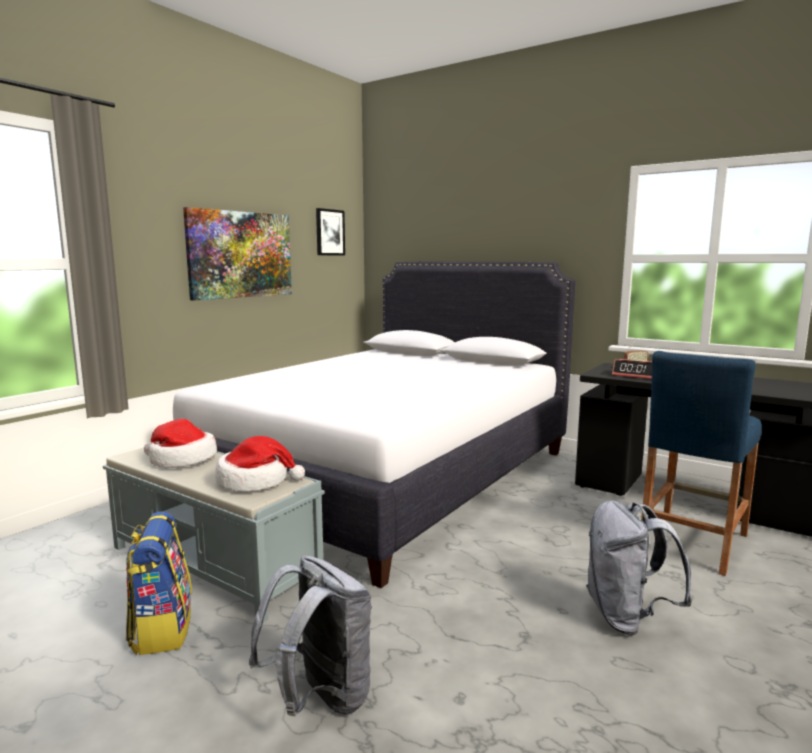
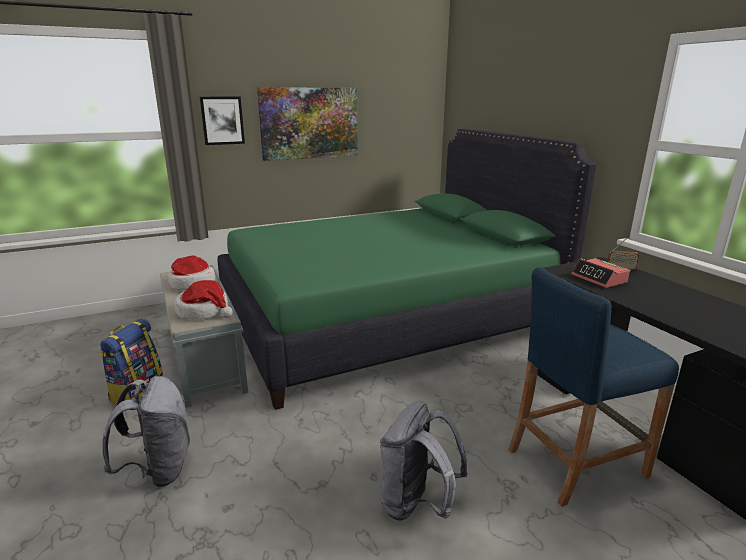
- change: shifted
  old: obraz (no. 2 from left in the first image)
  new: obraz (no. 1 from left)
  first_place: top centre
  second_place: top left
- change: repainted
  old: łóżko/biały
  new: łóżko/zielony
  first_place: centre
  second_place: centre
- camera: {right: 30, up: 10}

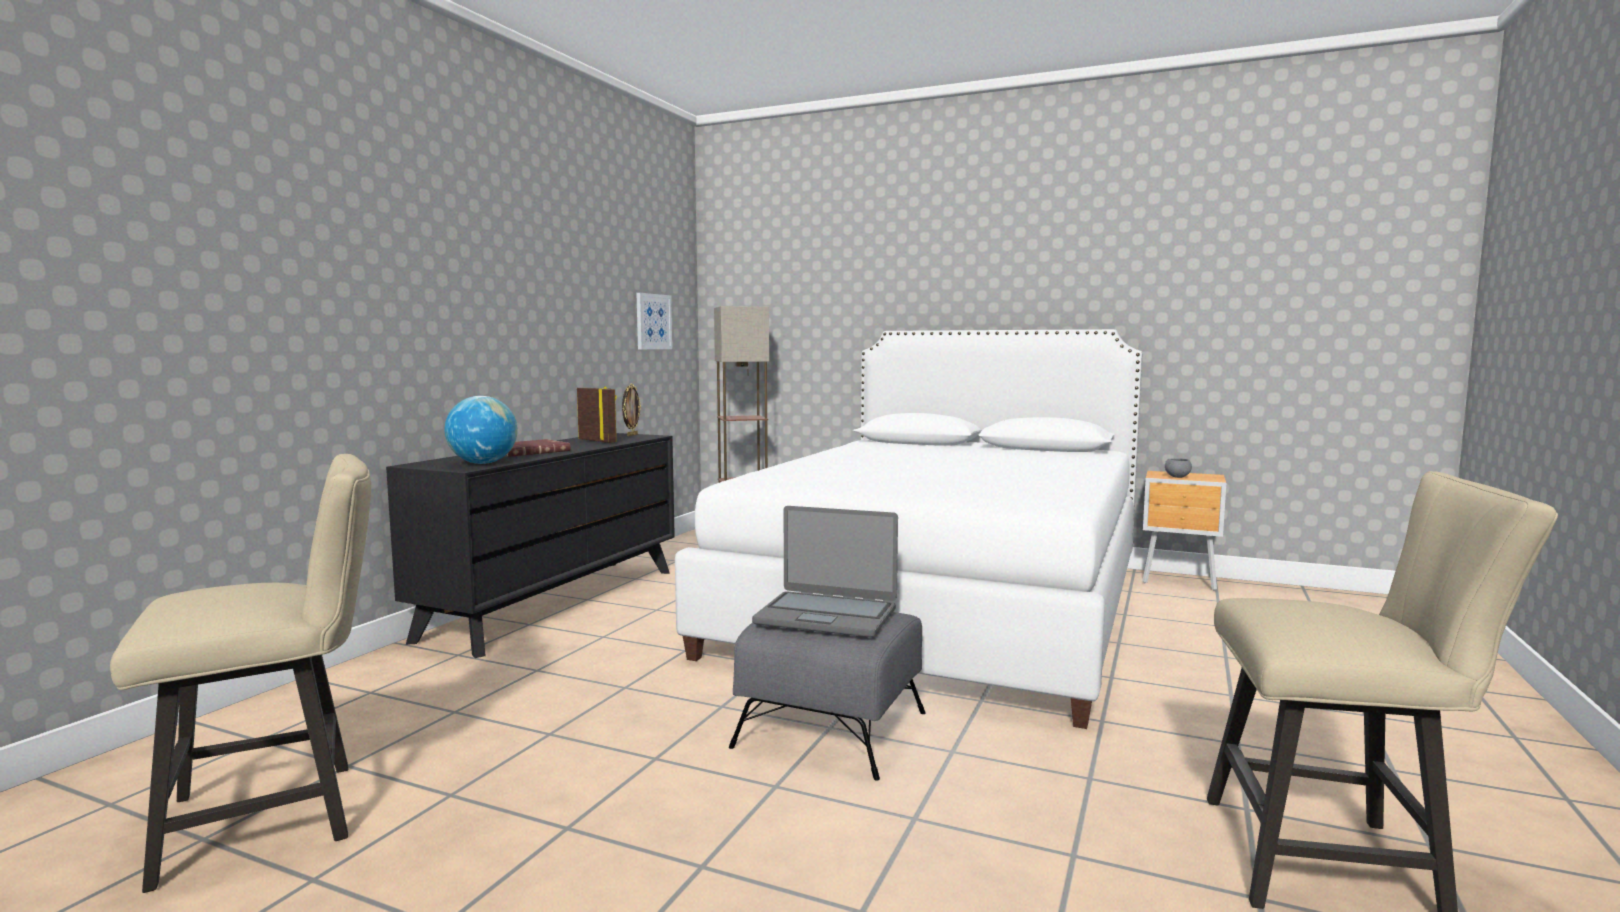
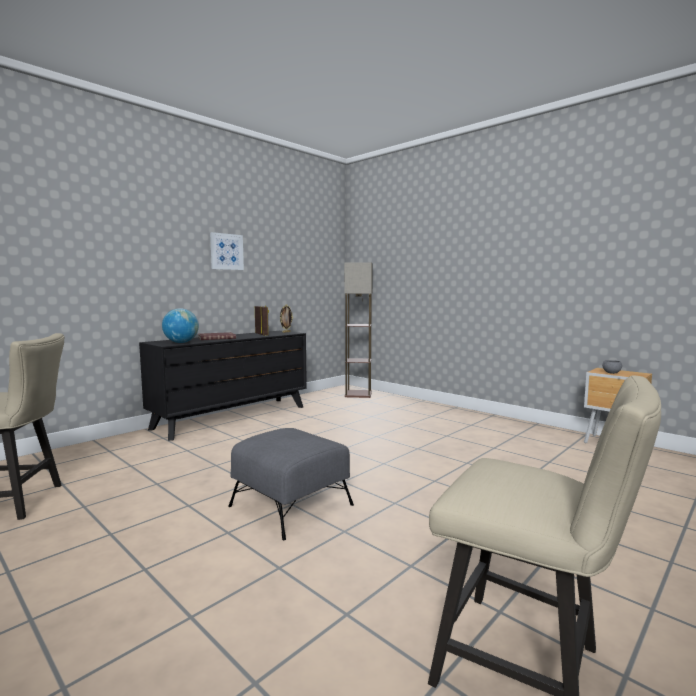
- change: shifted
  old: obraz
  first_place: centre
  second_place: middle left
- change: gone
  old: łóżko/biały
  first_place: centre
- change: gone
  old: laptop
  first_place: centre
- camera: {right: 20, up: 0}

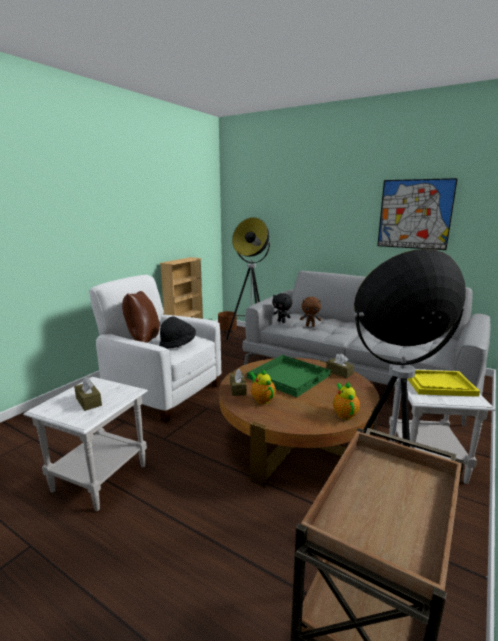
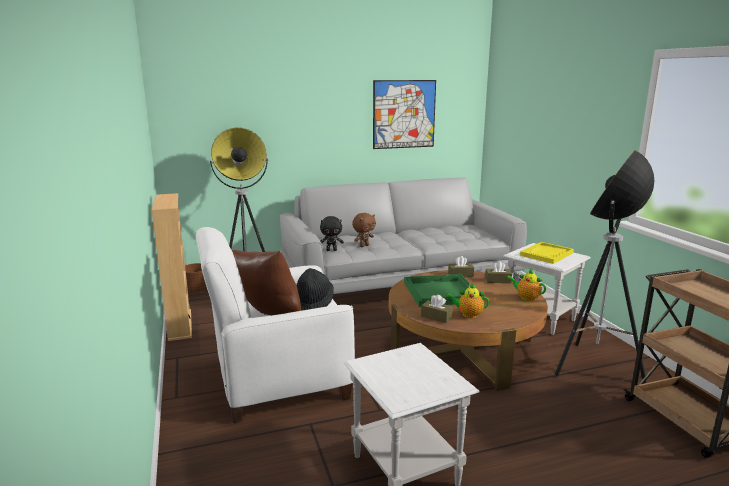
- change: shifted
  old: pudełko chusteczek/brązowy (no. 1 from left in the first image)
  new: pudełko chusteczek/brązowy (no. 3 from left)
  first_place: middle left
  second_place: middle right
- camera: {right: -50, up: 0}

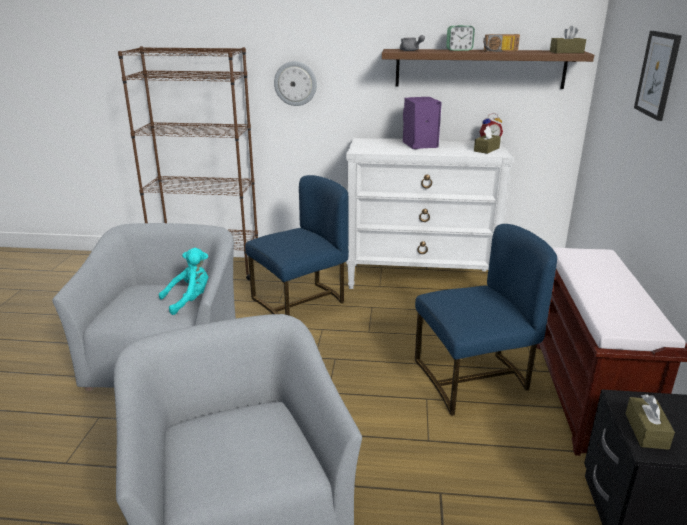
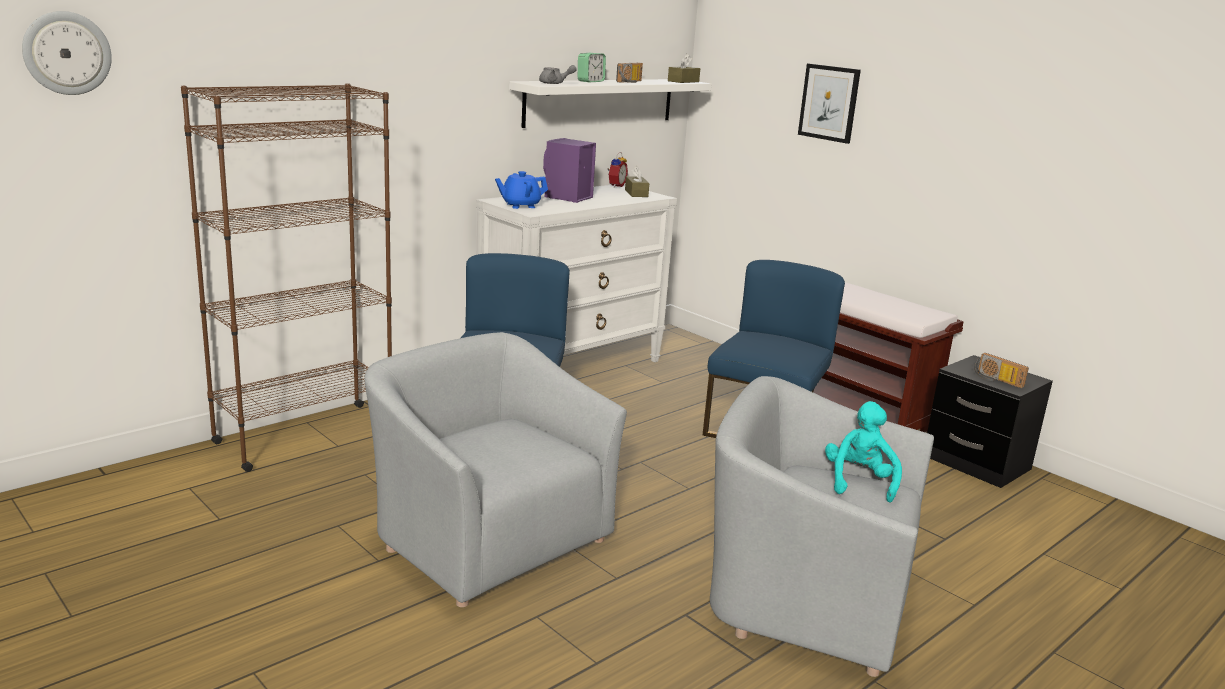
- change: shifted
  old: zegar ścienny
  first_place: top centre
  second_place: top left
- change: new
  new: imbryk/niebieski
  second_place: top centre
- change: repainted
  old: półka/brązowy
  new: półka/biały
  first_place: top right
  second_place: top centre
- change: shifted
  old: pluszak/turkusowy
  first_place: middle left
  second_place: middle right
- change: swapped
  old: pudełko chusteczek/brązowy (no. 3 from left)
  new: radio (no. 2 from left)
  first_place: bottom right
  second_place: middle right
- camera: {right: -50, up: -5}

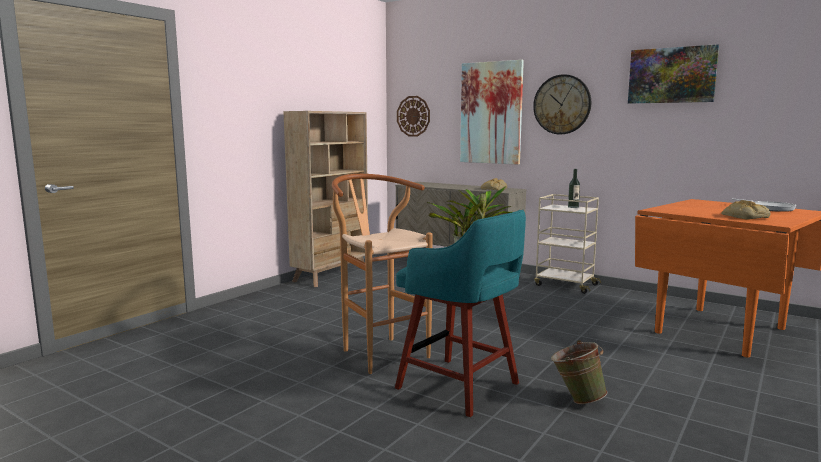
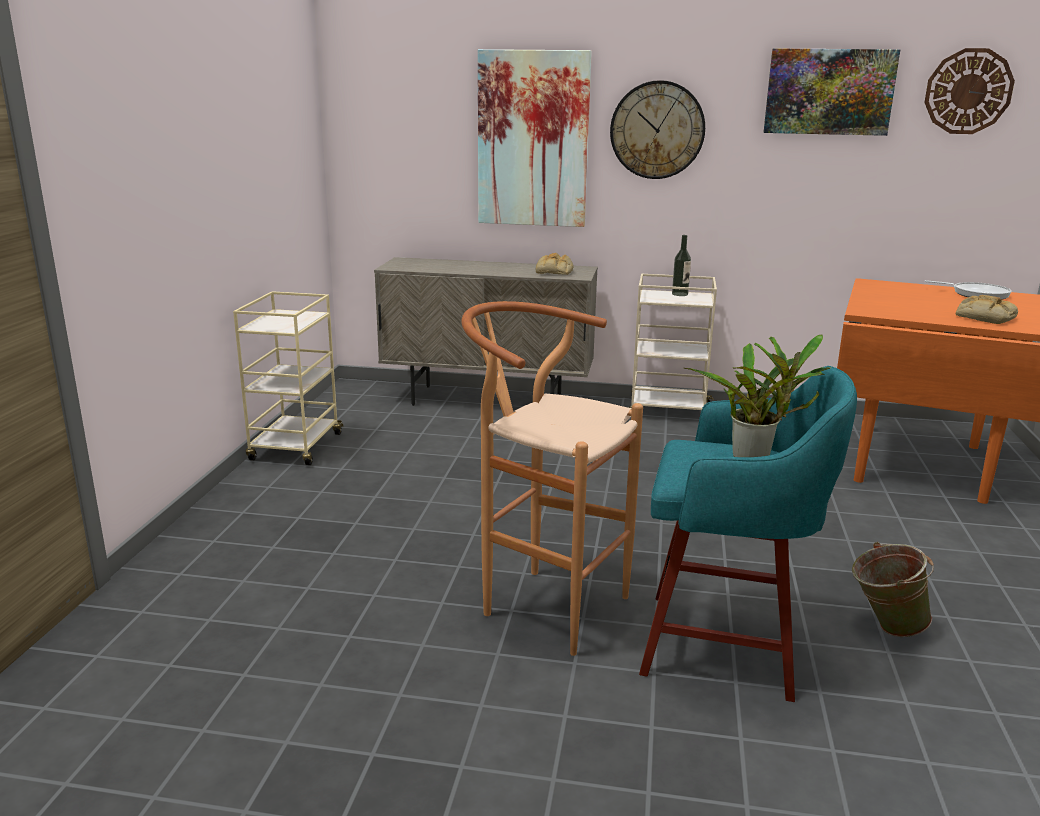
- change: swapped
  old: regał/beżowy
  new: wózek/beżowy (no. 1 from left)
  first_place: centre
  second_place: middle left
- change: shifted
  old: zegar ścienny (no. 1 from left in the first image)
  new: zegar ścienny (no. 2 from left)
  first_place: top centre
  second_place: top right
- camera: {right: -25, up: 10}

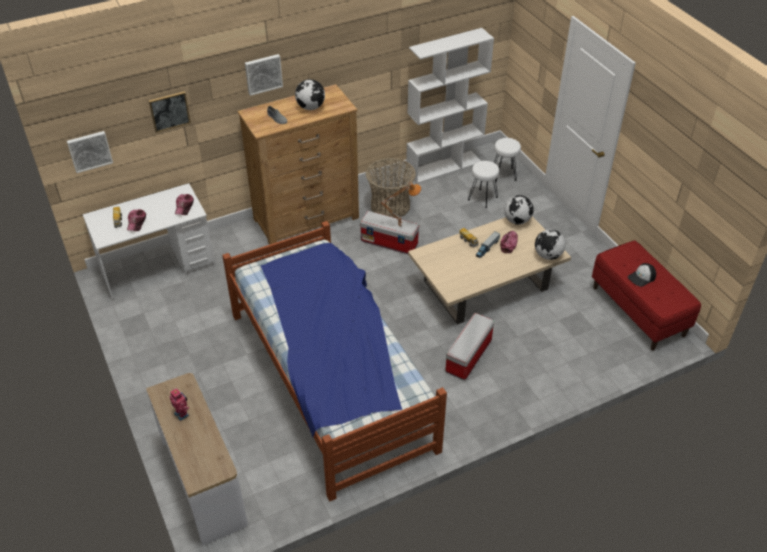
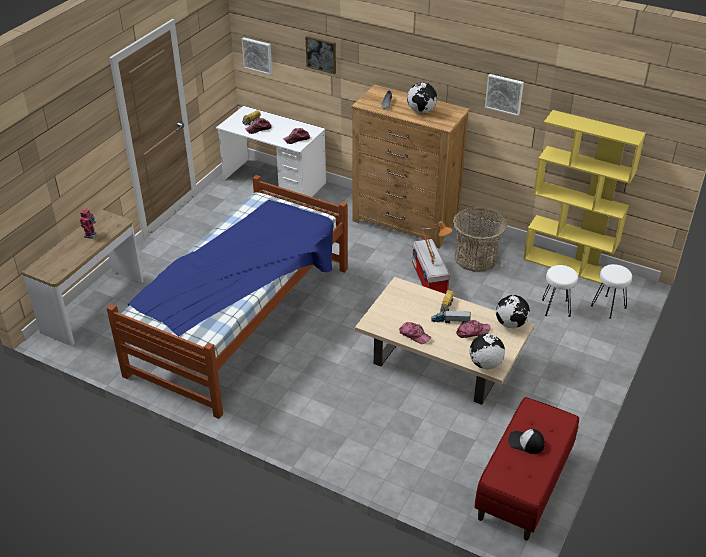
- change: new
  new: czapka z daszkiem (no. 3 from left)
  second_place: centre
- change: shifted
  old: obraz (no. 3 from left)
  first_place: top centre
  second_place: top right
- change: repainted
  old: regał/biały
  new: regał/żółty
  first_place: top centre
  second_place: middle right
- change: gone
  old: pojemnik do przechowywania (no. 2 from left)
  first_place: centre
- camera: {right: 55, up: -5}

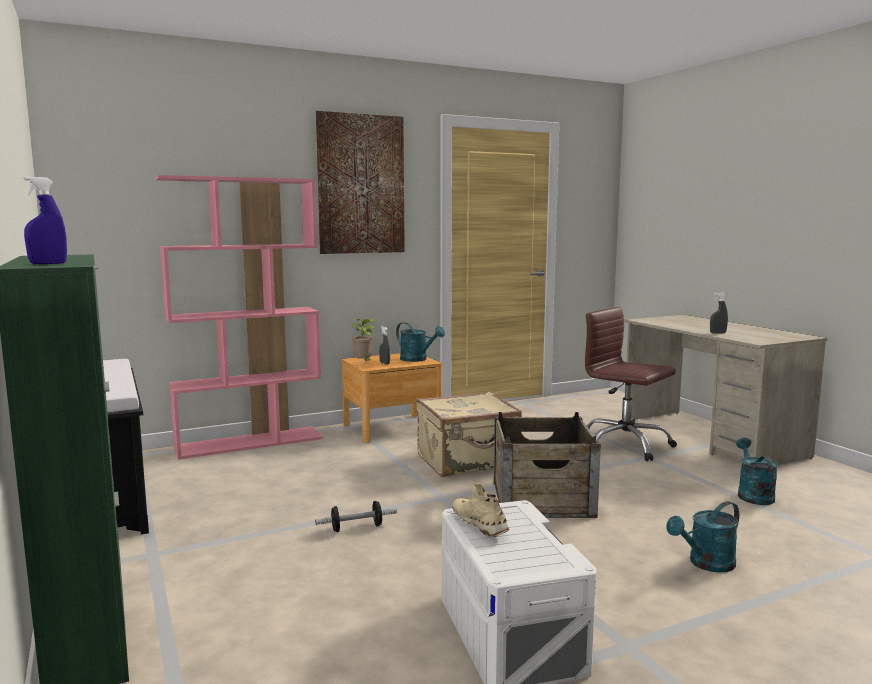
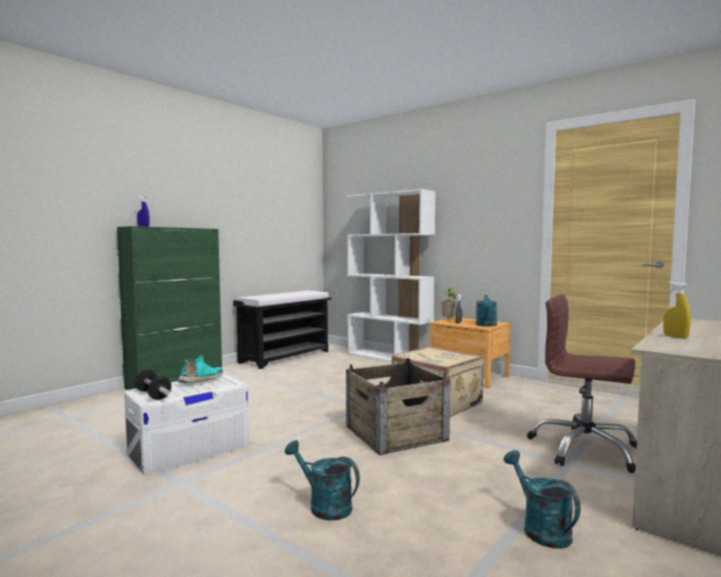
- change: shifted
  old: hantel
  first_place: bottom centre
  second_place: bottom left
- change: repainted
  old: but/beżowy
  new: but/turkusowy
  first_place: bottom centre
  second_place: middle left
- change: repainted
  old: regał/różowy
  new: regał/biały
  first_place: middle left
  second_place: centre
- change: rotated
  old: konewka/turkusowy (no. 3 from left)
  first_place: bottom right
  second_place: bottom right
  degrees: -90
- change: rotated
  old: krzesło biurowe/brązowy
  first_place: middle right
  second_place: middle right
  degrees: -75
- change: repainted
  old: spryskiwacz/szary (no. 2 from left)
  new: spryskiwacz/żółty
  first_place: middle right
  second_place: middle right
- change: gone
  old: obraz
  first_place: top centre
- camera: {right: 65, up: -5}

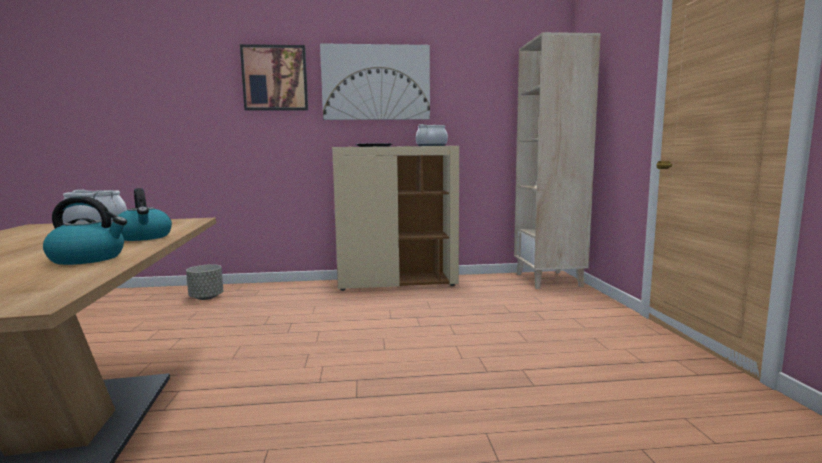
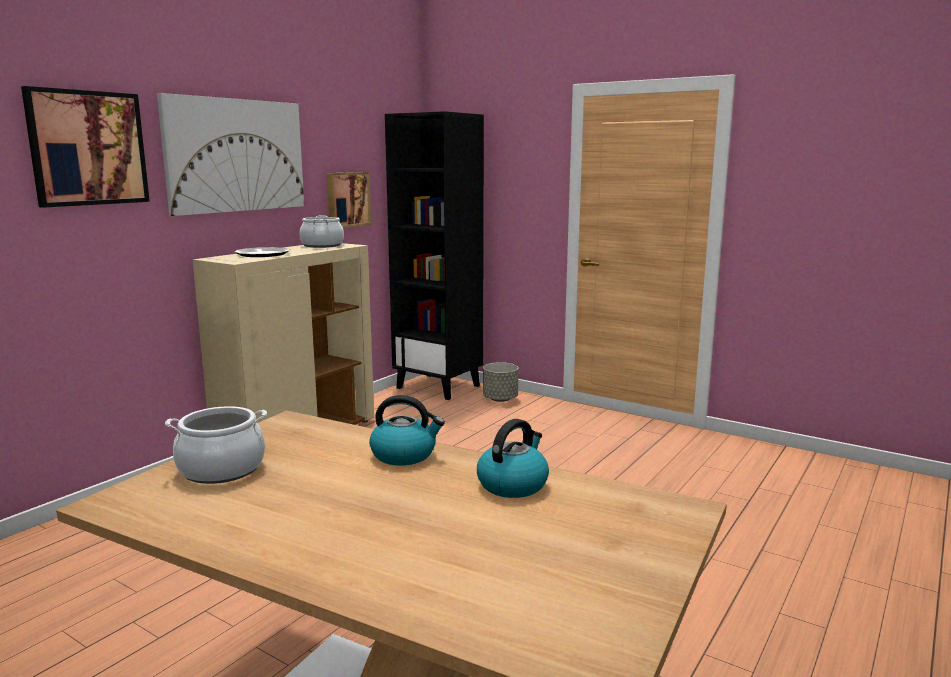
- change: new
  new: obraz (no. 3 from left)
  second_place: top centre
- change: repainted
  old: regał/beżowy
  new: regał/czarny
  first_place: middle right
  second_place: centre
- change: shifted
  old: donica/szary
  first_place: middle left
  second_place: centre
- camera: {right: -50, up: 5}

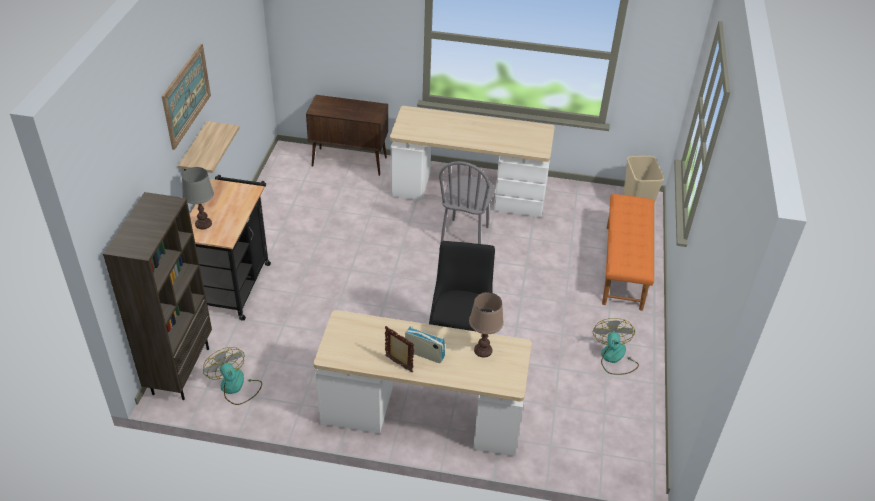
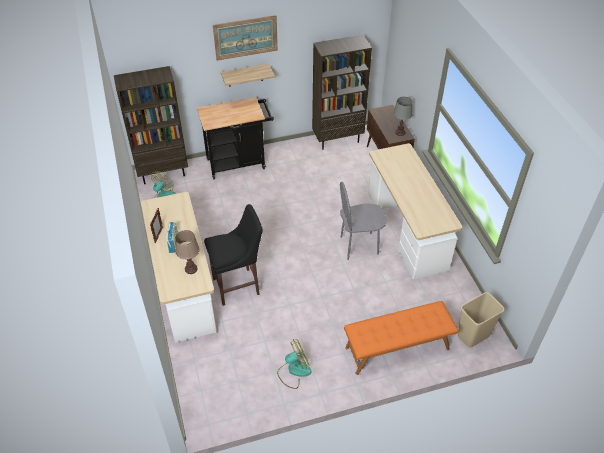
- change: new
  new: regał/brązowy (no. 2 from left)
  second_place: top centre
- change: shifted
  old: lampa stołowa/szary
  first_place: middle left
  second_place: top right
- camera: {right: 65, up: 5}

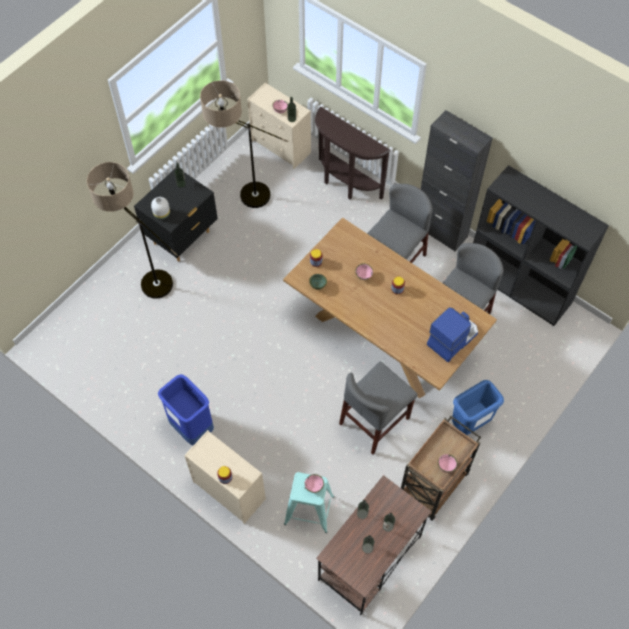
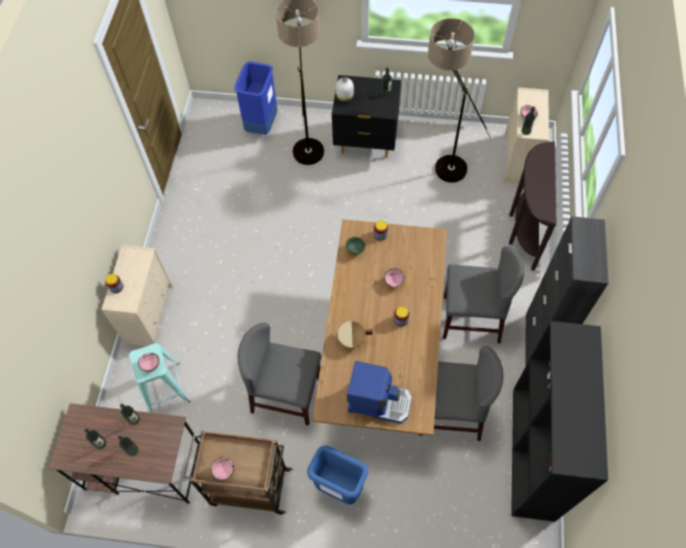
- change: shifted
  old: kosz na śmieci/niebieski (no. 1 from left)
  first_place: middle left
  second_place: top centre
- change: new
  new: garnek/beżowy
  second_place: centre
- camera: {right: 60, up: 0}

